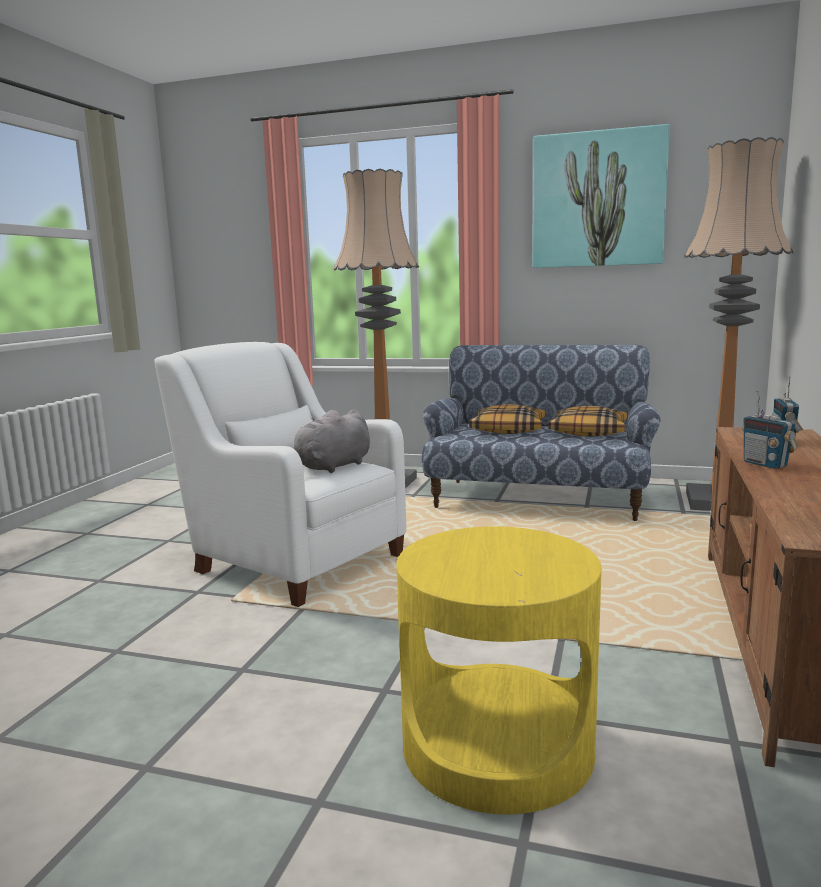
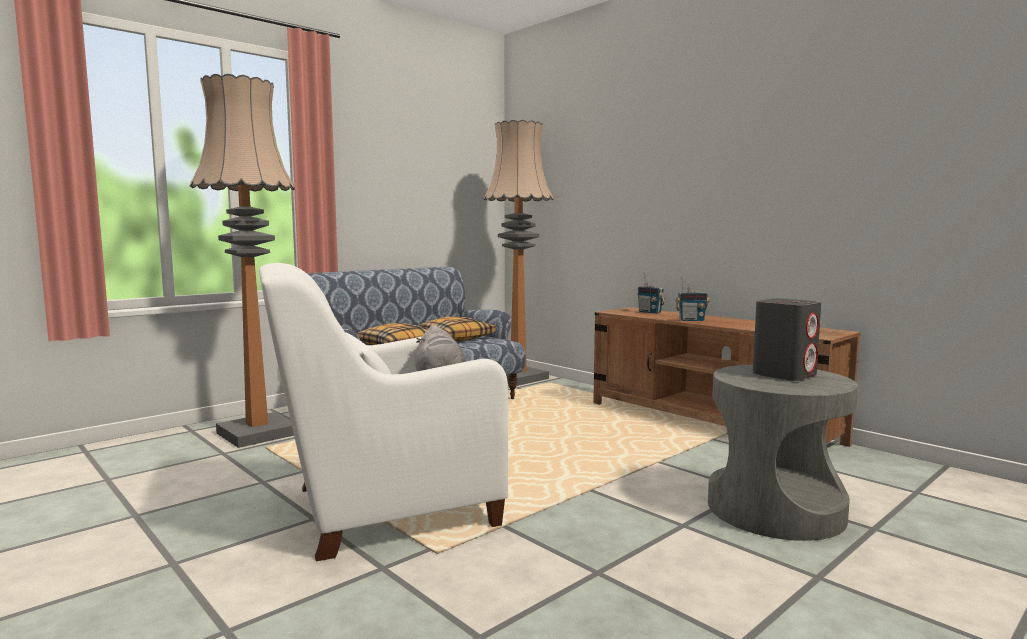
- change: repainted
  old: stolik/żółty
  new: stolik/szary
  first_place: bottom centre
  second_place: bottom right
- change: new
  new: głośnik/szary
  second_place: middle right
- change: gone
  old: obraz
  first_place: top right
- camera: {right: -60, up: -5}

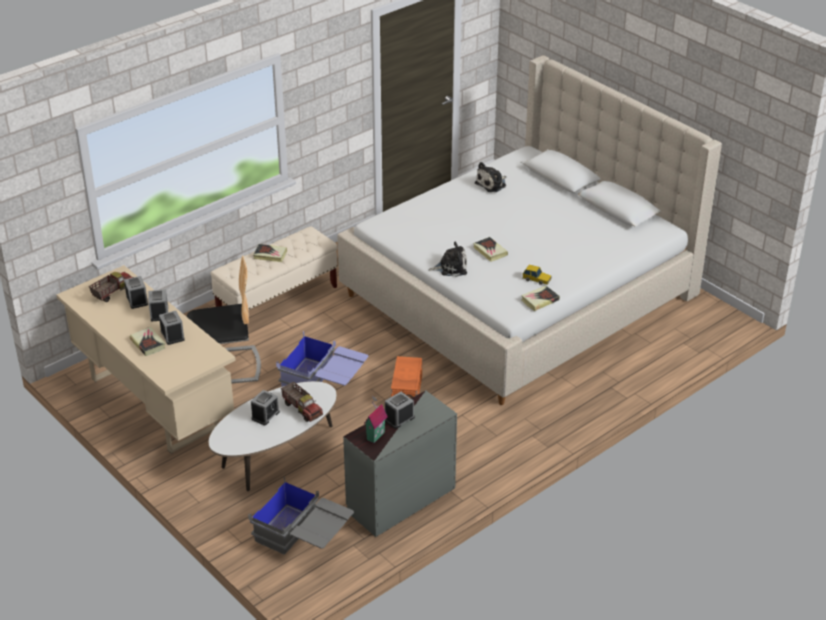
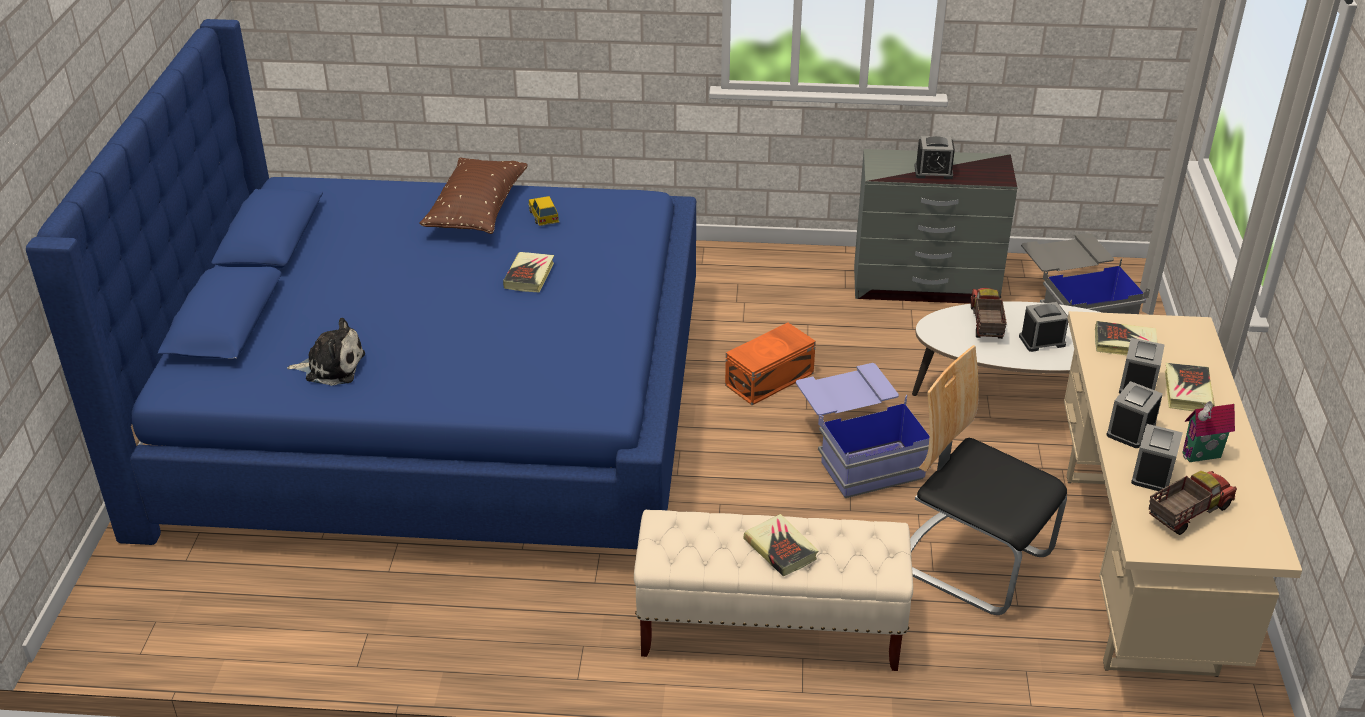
- change: repainted
  old: łóżko/beżowy
  new: łóżko/niebieski
  first_place: centre
  second_place: middle left
- change: new
  new: poduszka/brązowy
  second_place: top centre
- change: shifted
  old: książka (no. 4 from left in the first image)
  new: książka (no. 3 from left)
  first_place: centre
  second_place: middle right
- change: rotated
  old: ciężarówka zabawkowa (no. 1 from left in the first image)
  first_place: middle left
  second_place: bottom right
  degrees: 150
- change: shifted
  old: domek
  first_place: bottom centre
  second_place: middle right
- change: gone
  old: pluszak (no. 1 from left)
  first_place: centre
- camera: {right: -135, up: 0}

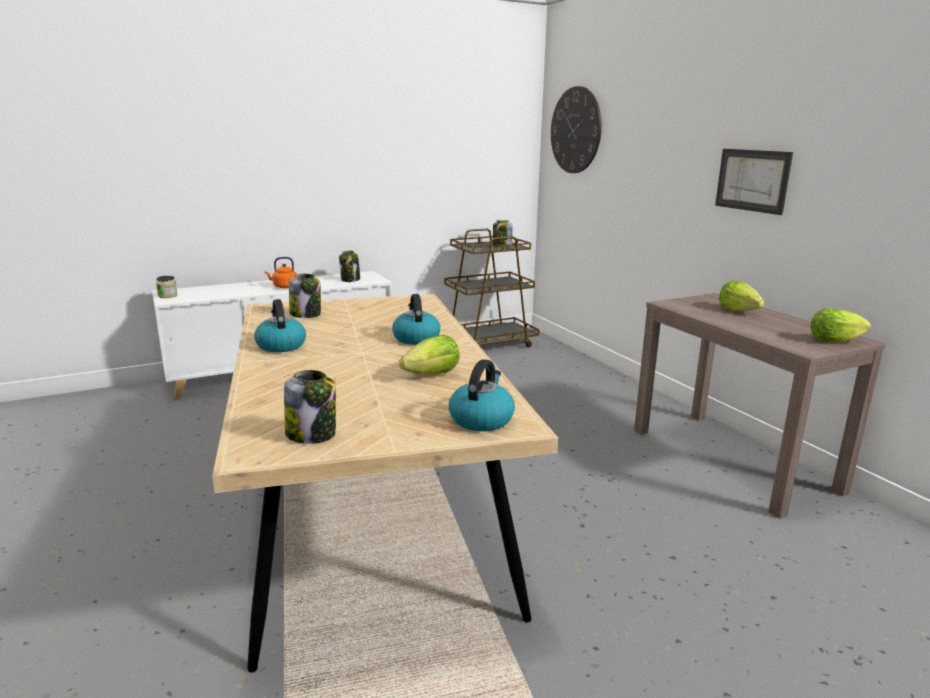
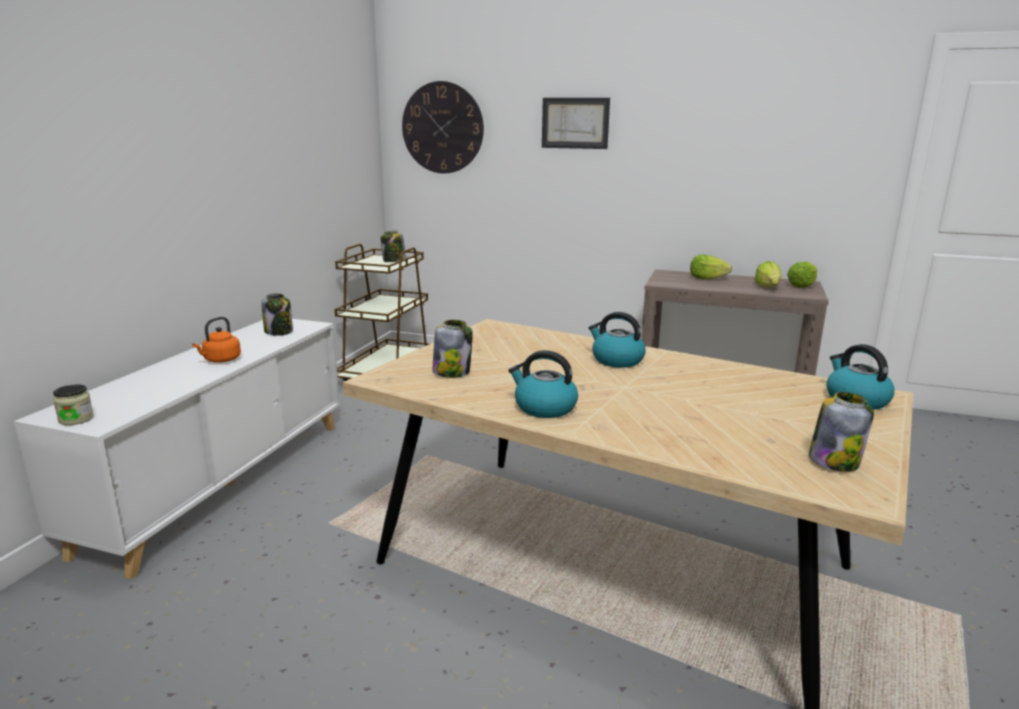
- change: shifted
  old: obraz
  first_place: top right
  second_place: top centre
- change: shifted
  old: sałata (no. 1 from left in the first image)
  new: sałata (no. 2 from left)
  first_place: centre
  second_place: middle right
- camera: {right: -45, up: 0}

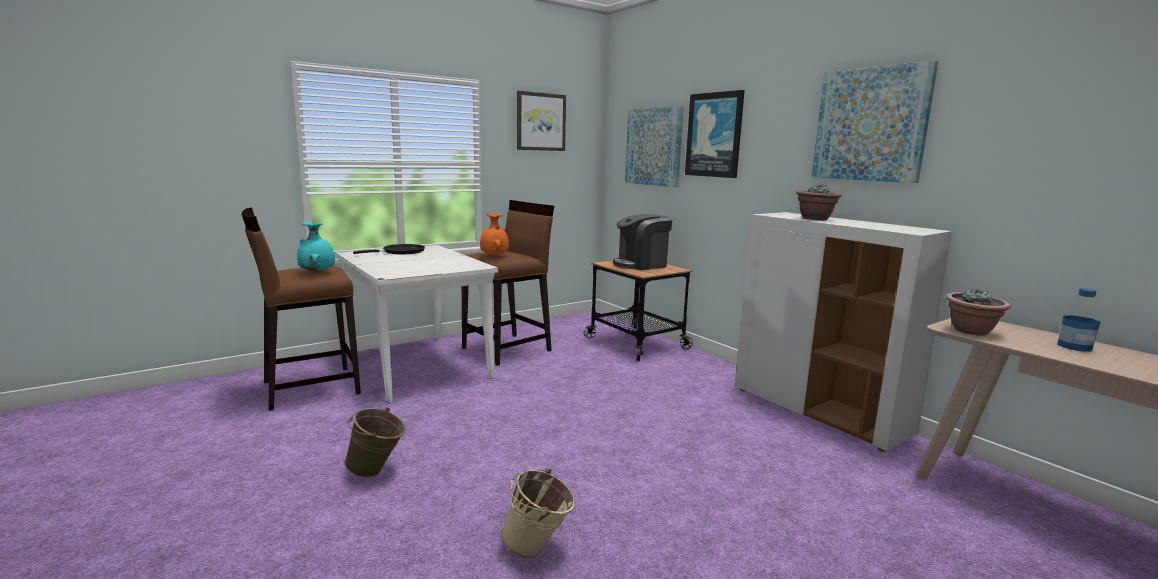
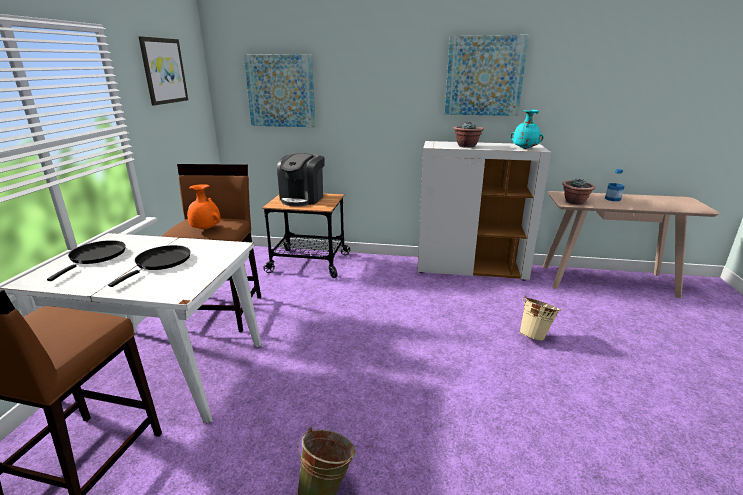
- change: new
  new: patelnia/czarny (no. 2 from left)
  second_place: middle left
- change: shifted
  old: wazon/turkusowy
  first_place: middle left
  second_place: top right
- change: shifted
  old: wiadro/beżowy
  first_place: bottom centre
  second_place: middle right
- change: gone
  old: obraz (no. 3 from left)
  first_place: top centre
- camera: {right: -45, up: 10}

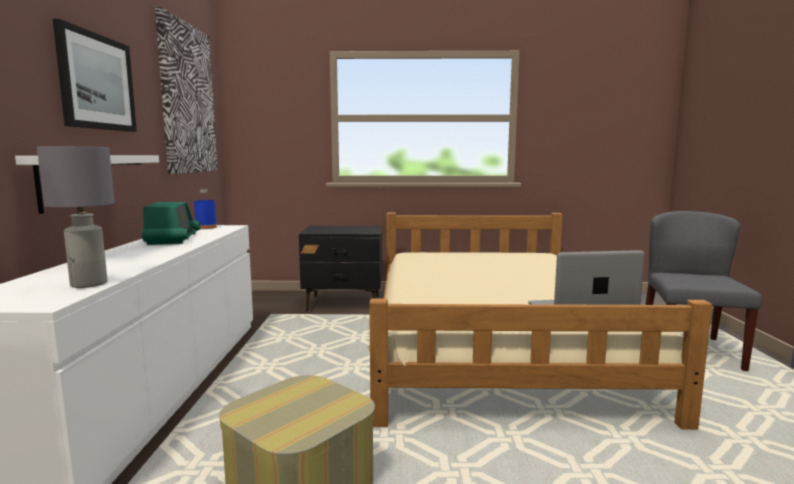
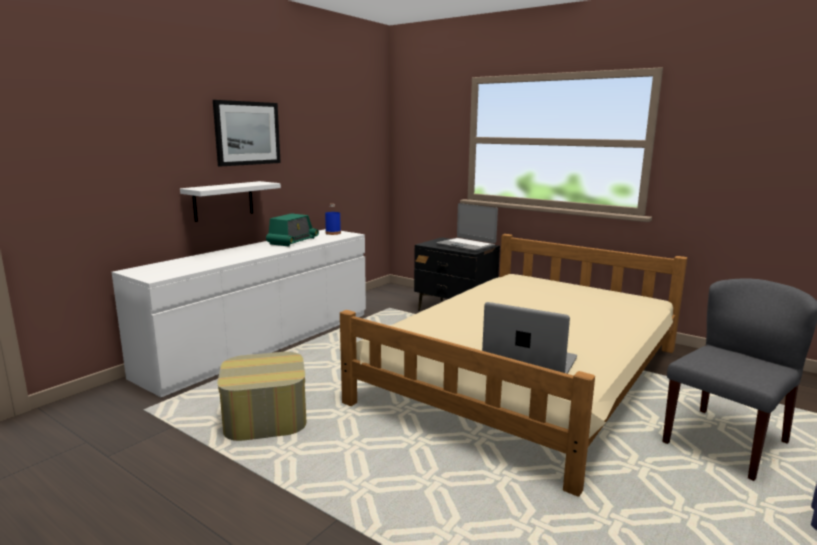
- change: new
  new: laptop (no. 1 from left)
  second_place: centre
- change: gone
  old: lampa stołowa/szary
  first_place: middle left
- change: gone
  old: obraz (no. 2 from left)
  first_place: top left
- camera: {right: 35, up: 5}

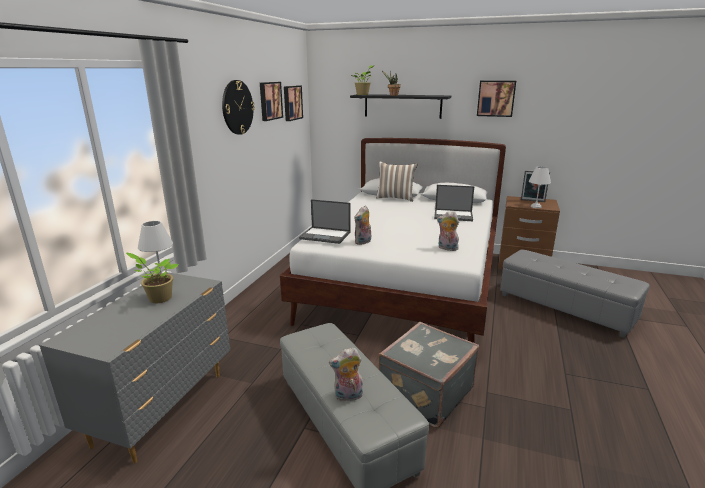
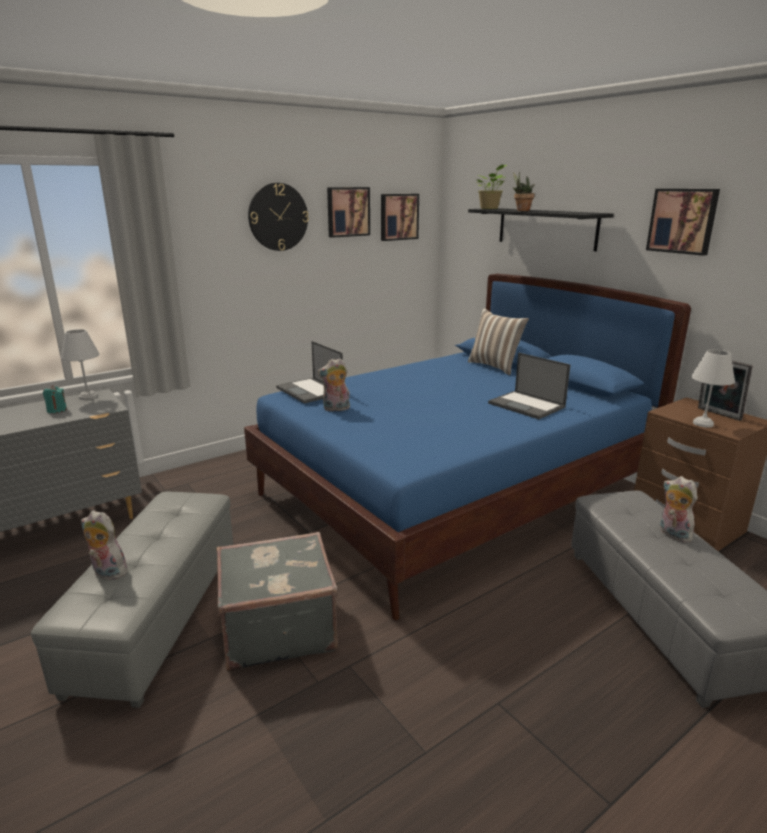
- change: swapped
  old: roślina doniczkowa (no. 1 from left)
  new: świeca/turkusowy
  first_place: middle left
  second_place: middle left
- change: repainted
  old: łóżko/biały
  new: łóżko/niebieski
  first_place: centre
  second_place: centre
- change: shifted
  old: pluszak (no. 3 from left)
  first_place: centre
  second_place: middle right
- camera: {right: 35, up: 0}

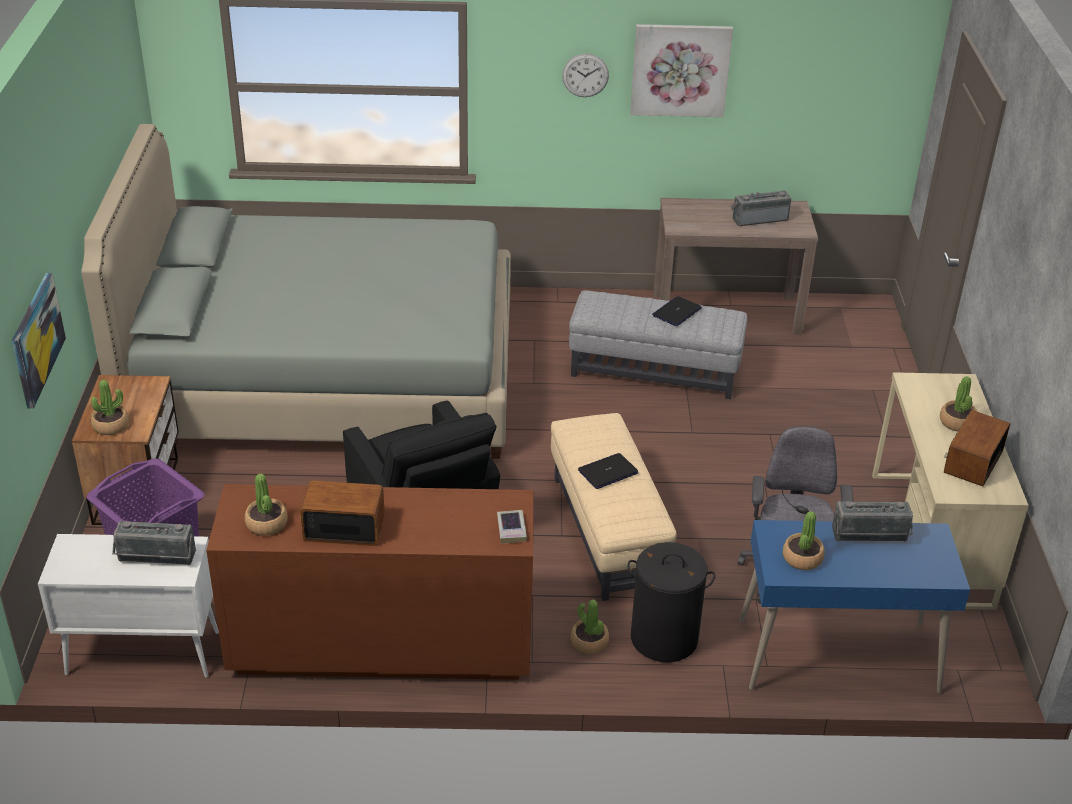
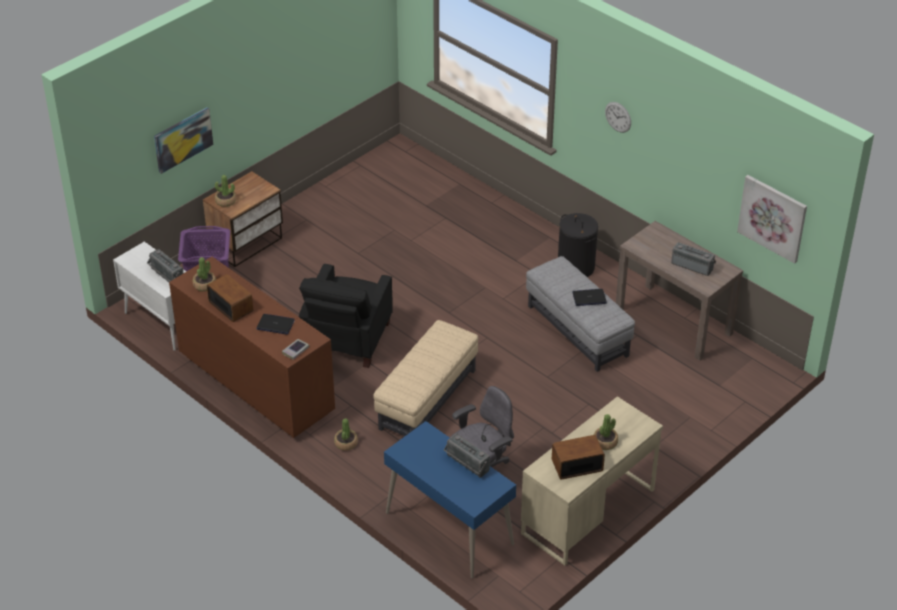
- change: shifted
  old: laptop (no. 1 from left)
  first_place: centre
  second_place: middle left
- change: shifted
  old: kosz na pranie/czarny
  first_place: bottom centre
  second_place: centre
- change: shifted
  old: obraz (no. 2 from left)
  first_place: top centre
  second_place: middle right
- change: gone
  old: łóżko/szary
  first_place: middle left
- change: gone
  old: roślina doniczkowa (no. 4 from left)
  first_place: bottom right
- camera: {right: 45, up: 5}

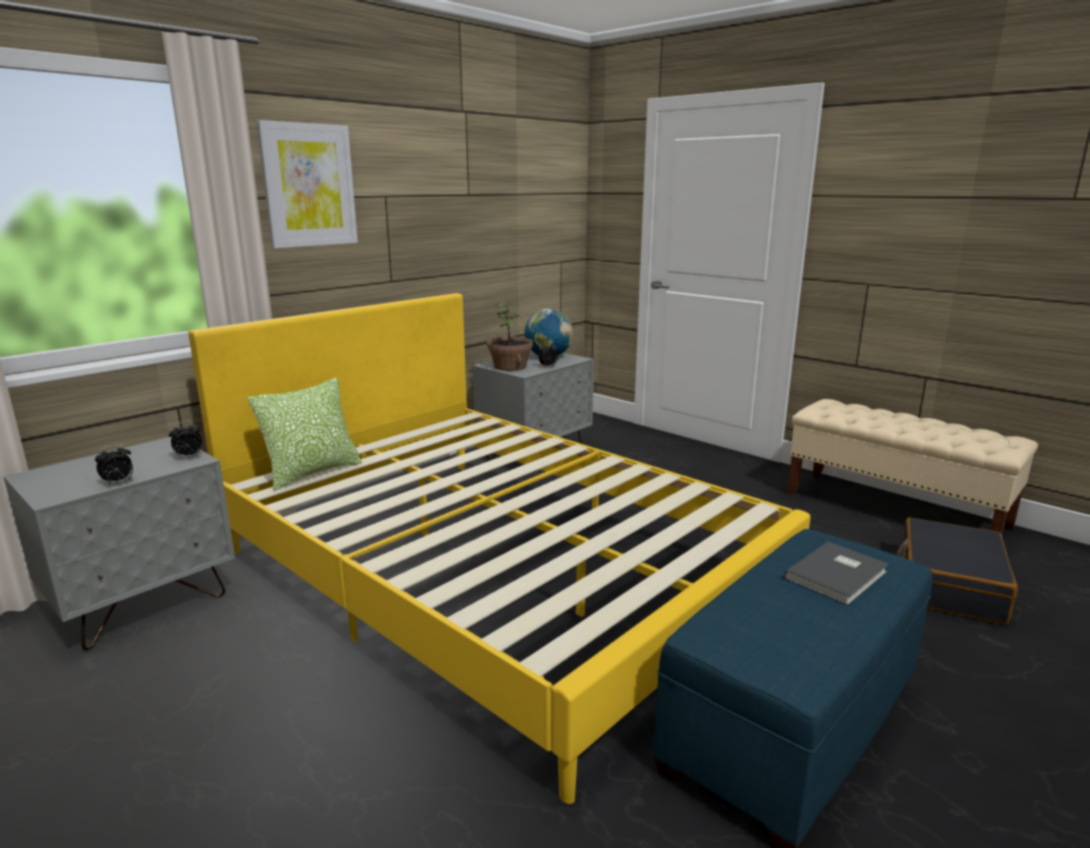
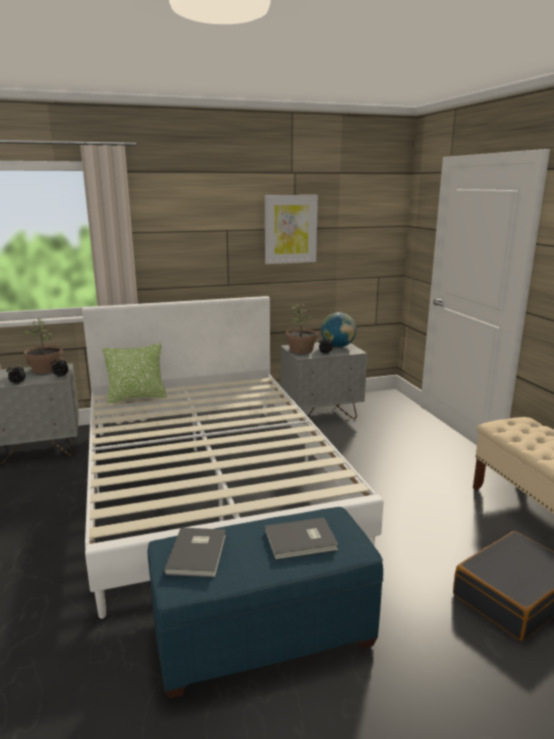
- change: new
  new: roślina doniczkowa (no. 1 from left)
  second_place: middle left
- change: repainted
  old: łóżko/żółty
  new: łóżko/biały
  first_place: centre
  second_place: centre
- change: new
  new: książka/szary (no. 1 from left)
  second_place: bottom centre
- change: shifted
  old: obraz
  first_place: top left
  second_place: top centre
- camera: {right: 30, up: 0}

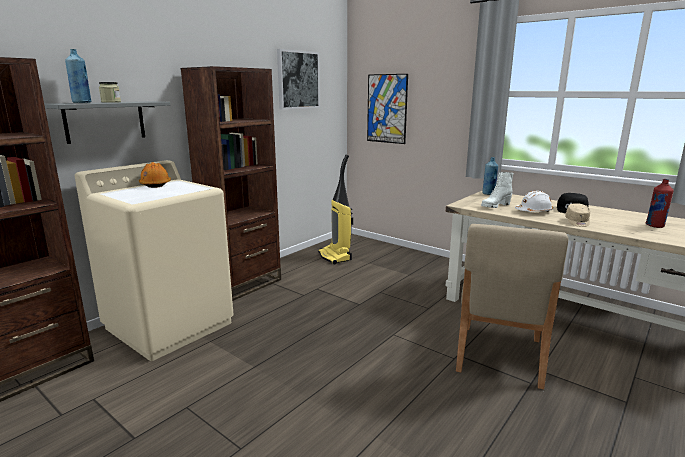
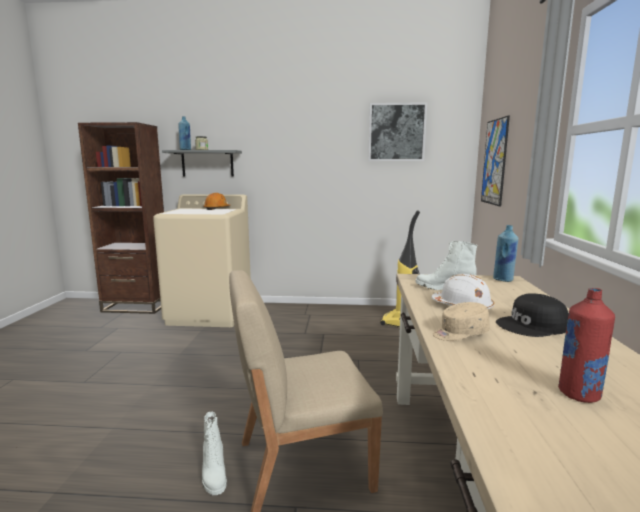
- change: new
  new: but z cholewką/biały (no. 1 from left)
  second_place: bottom centre
- change: gone
  old: regał/brązowy (no. 2 from left)
  first_place: centre
- camera: {right: 55, up: -5}

